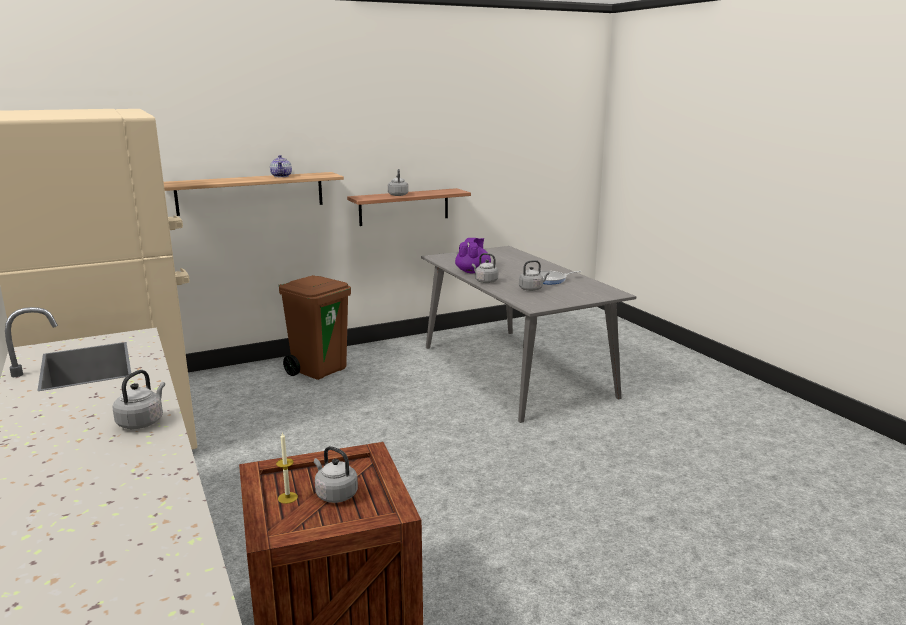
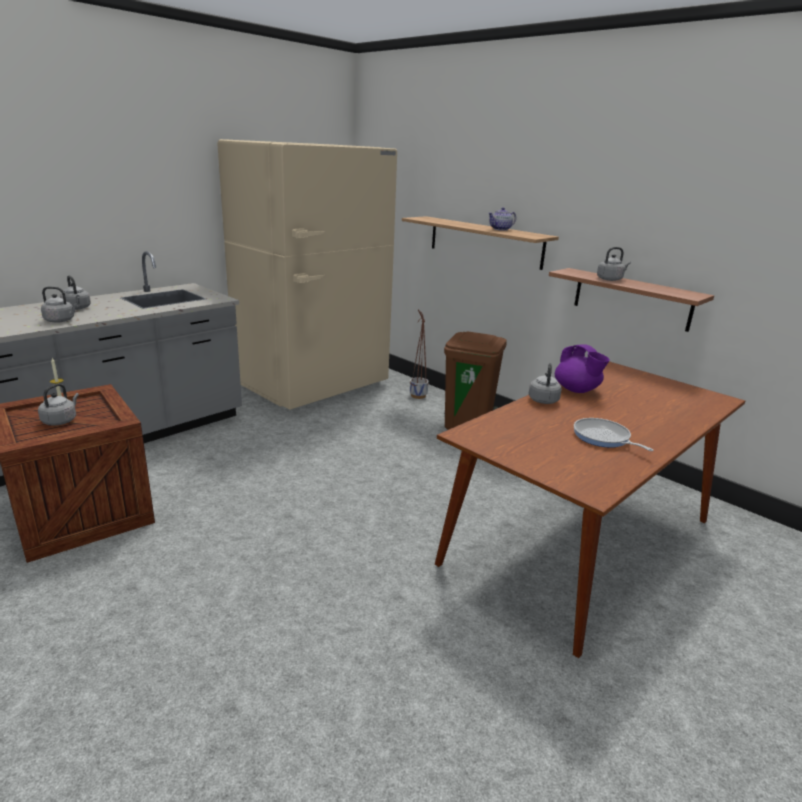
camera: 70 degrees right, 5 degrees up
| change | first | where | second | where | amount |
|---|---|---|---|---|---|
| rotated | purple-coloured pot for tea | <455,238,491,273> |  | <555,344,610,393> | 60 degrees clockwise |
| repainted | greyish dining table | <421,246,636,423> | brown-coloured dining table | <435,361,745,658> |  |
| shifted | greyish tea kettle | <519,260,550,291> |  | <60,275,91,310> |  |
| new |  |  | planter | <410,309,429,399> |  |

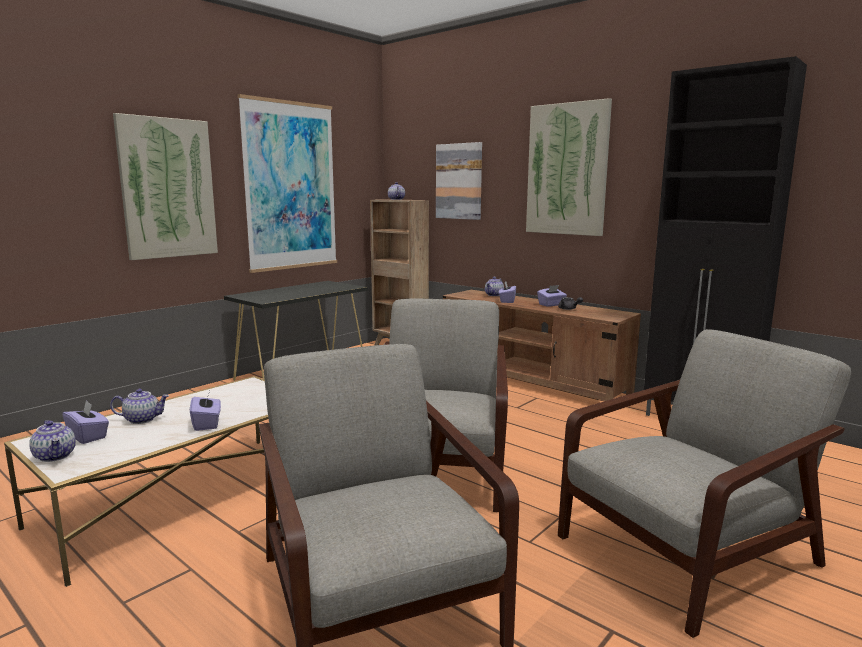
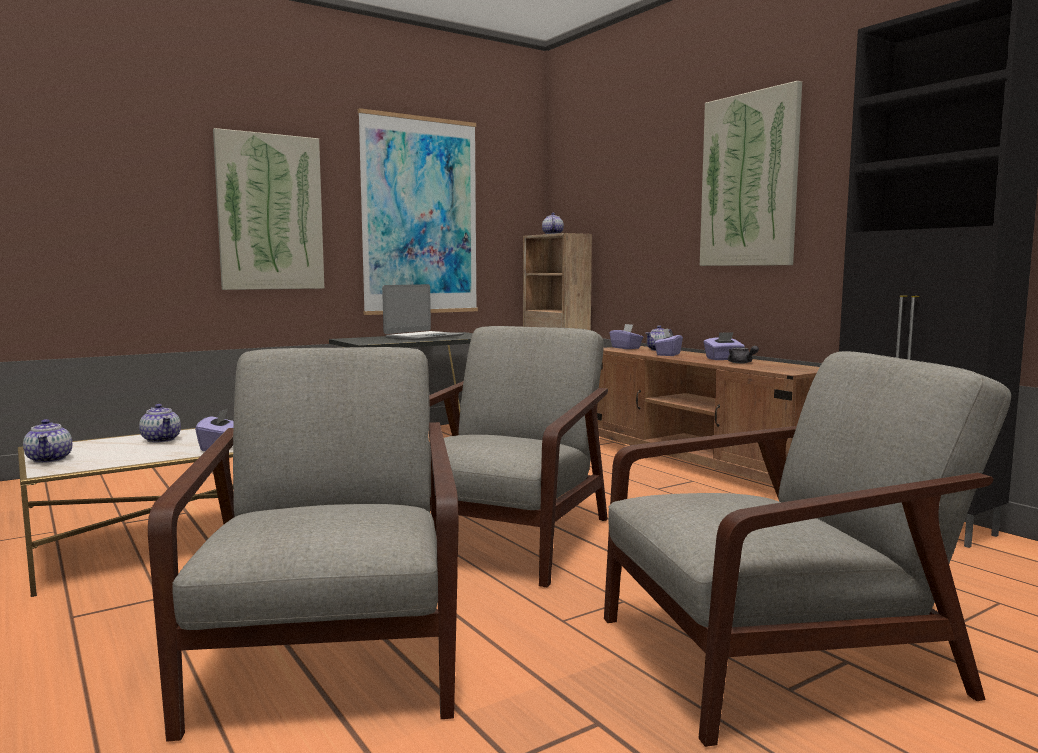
camera: 15 degrees right, 5 degrees down
| change | first | where | second | where | amount |
|---|---|---|---|---|---|
| gone | wall picture | <436,142,482,220> |  |  |  |
| rotated | pot for tea | <110,389,169,424> |  | <139,404,181,443> | 45 degrees clockwise |
| shifted | purple-coloured box of tissues | <62,401,109,444> |  | <610,324,643,349> |  |
| new |  |  | portable computer | <382,284,464,340> |  |

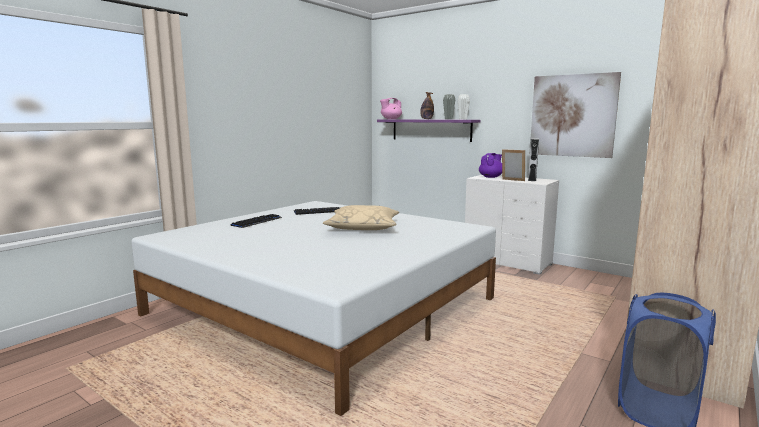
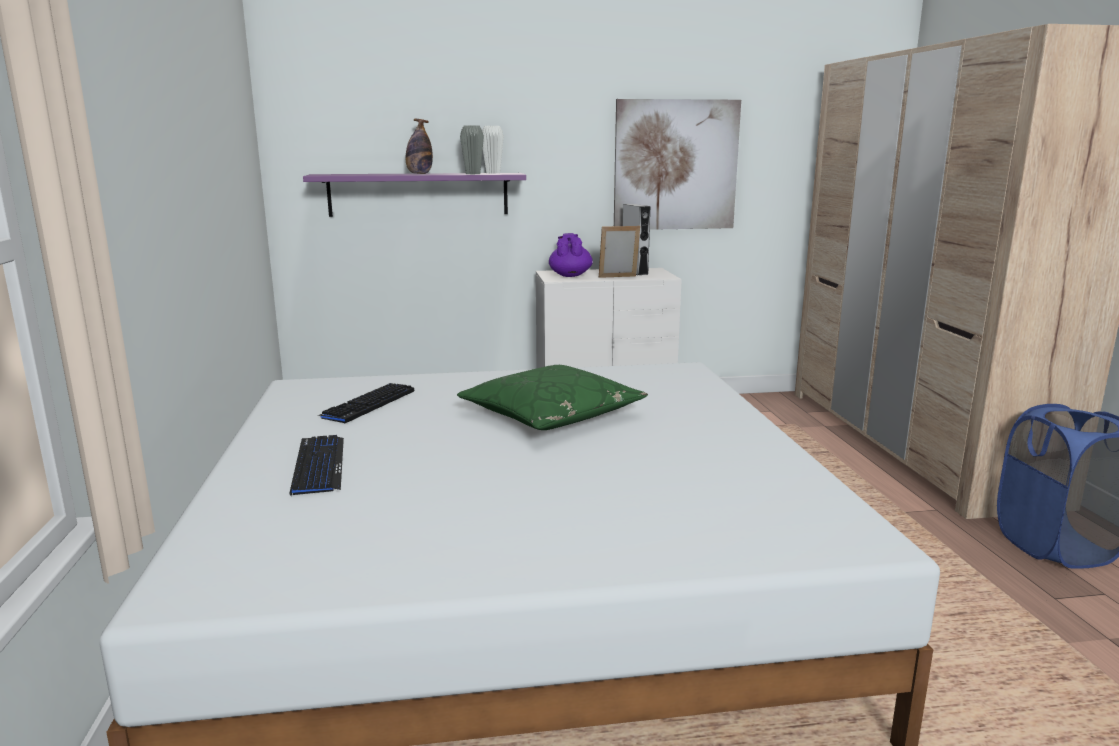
camera: 45 degrees left, 5 degrees up
| change | first | where | second | where | amount |
|---|---|---|---|---|---|
| gone | pink-coloured pot for tea | <380,98,402,119> |  |  |  |
| repainted | beige-coloured pillow | <323,205,399,230> | greenish pillow | <457,365,648,430> |  |

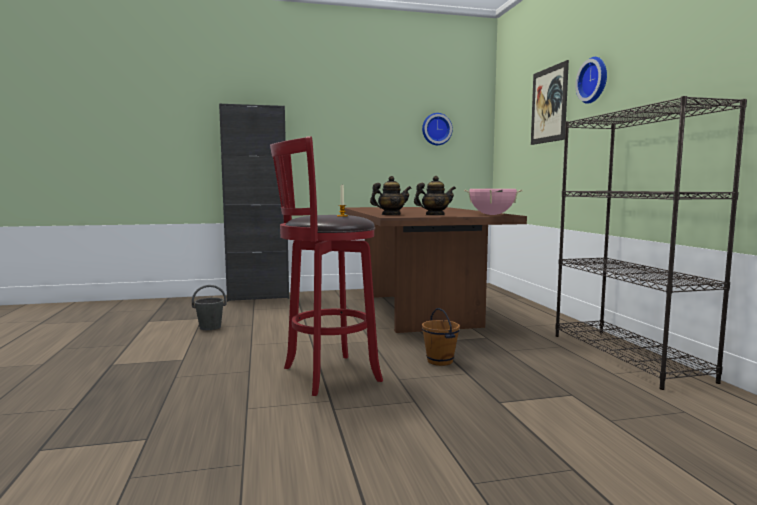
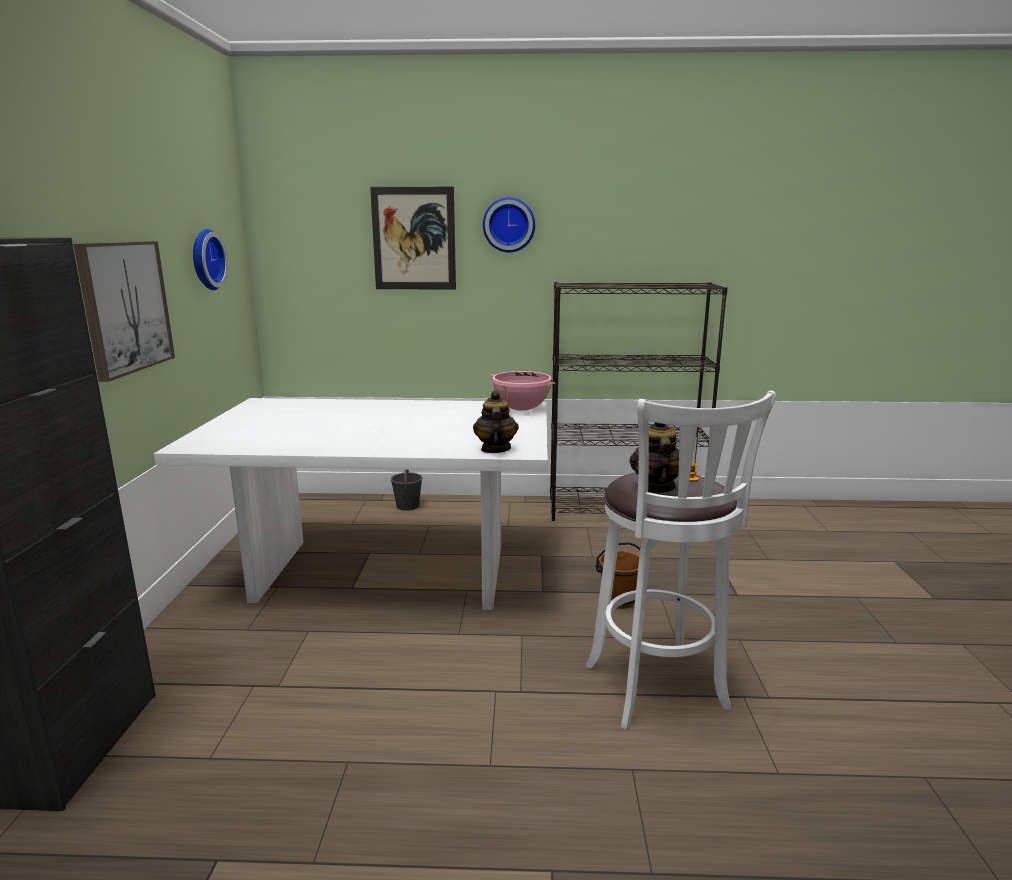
camera: 75 degrees left, 10 degrees up
| change | first | where | second | where | amount |
|---|---|---|---|---|---|
| repainted | reddish sitting stool | <270,136,383,396> | white sitting stool | <586,390,776,730> |  |
| shifted | pot for tea | <414,176,456,215> |  | <630,422,679,493> |  |
| repainted | brown-coloured dining table | <345,207,527,333> | white dining table | <154,398,548,610> |  |
| shifted | greyish water bucket | <192,285,227,330> |  | <391,469,422,511> |  |
| new |  |  | wall picture | <73,241,175,382> |  |

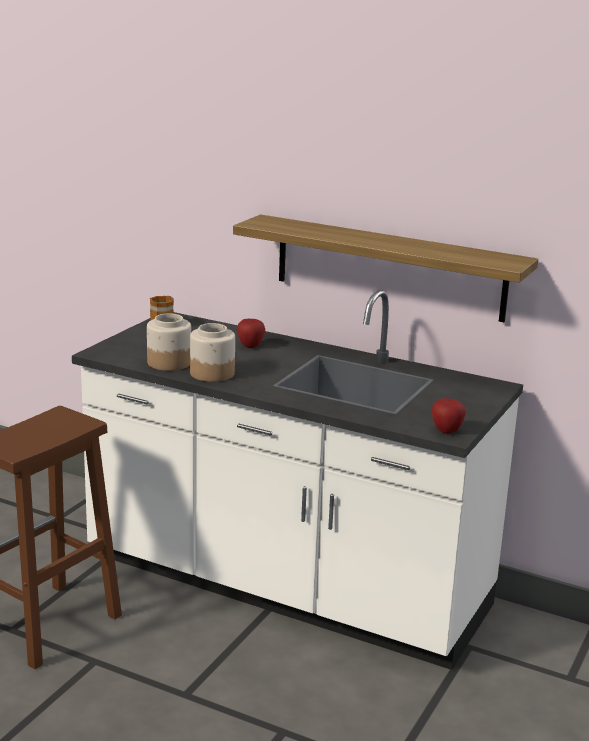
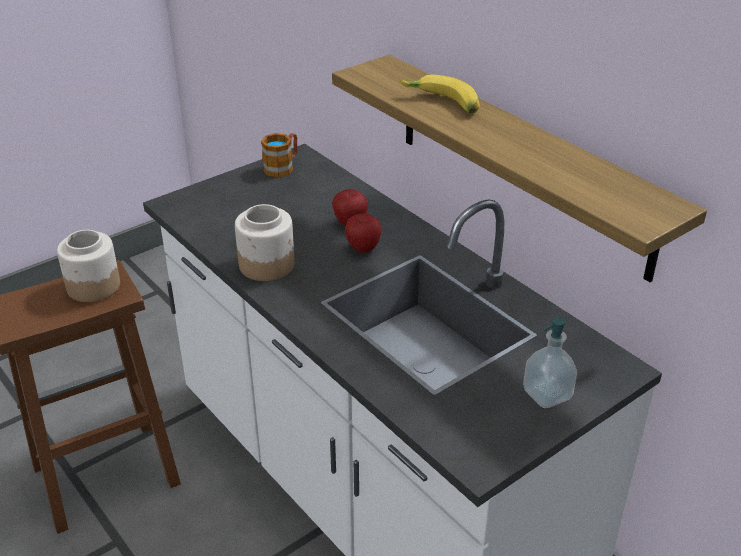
camera: 25 degrees right, 15 degrees up
| change | first | where | second | where | amount |
|---|---|---|---|---|---|
| shifted | storage jar | <147,313,191,371> |  | <57,230,120,302> |  |
| shifted | apple fruit | <431,398,466,434> |  | <345,213,382,253> |  |
| new |  |  | banana fruit | <400,75,480,113> |  |
| new |  |  | soap dispenser | <523,317,577,408> |  |

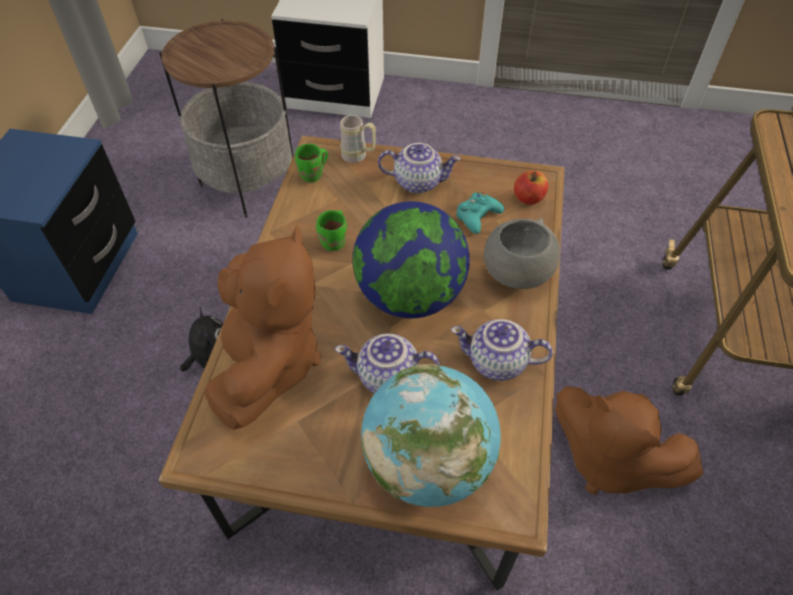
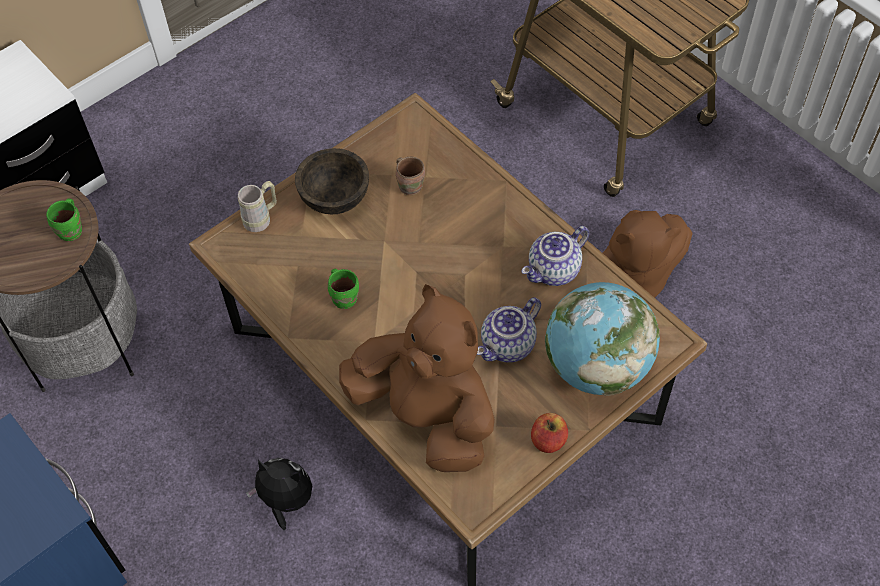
camera: 50 degrees left, 5 degrees up
| change | first | where | second | where | amount |
|---|---|---|---|---|---|
| swapped | pot for tea | <378,143,461,194> | brown-coloured serving bowl | <295,148,369,214> |  |
| shifted | greenish mug | <295,144,328,182> |  | <46,198,82,241> |  |
| shifted | apple fruit | <514,171,548,205> |  | <531,413,568,453> |  |
| swapped | turquoise gamepad | <456,192,504,234> | brown-coloured mug | <396,157,425,195> |  |
| gone | globe | <353,201,470,319> |  |  |  |
| gone | greyish serving bowl | <484,218,560,289> |  |  |  |

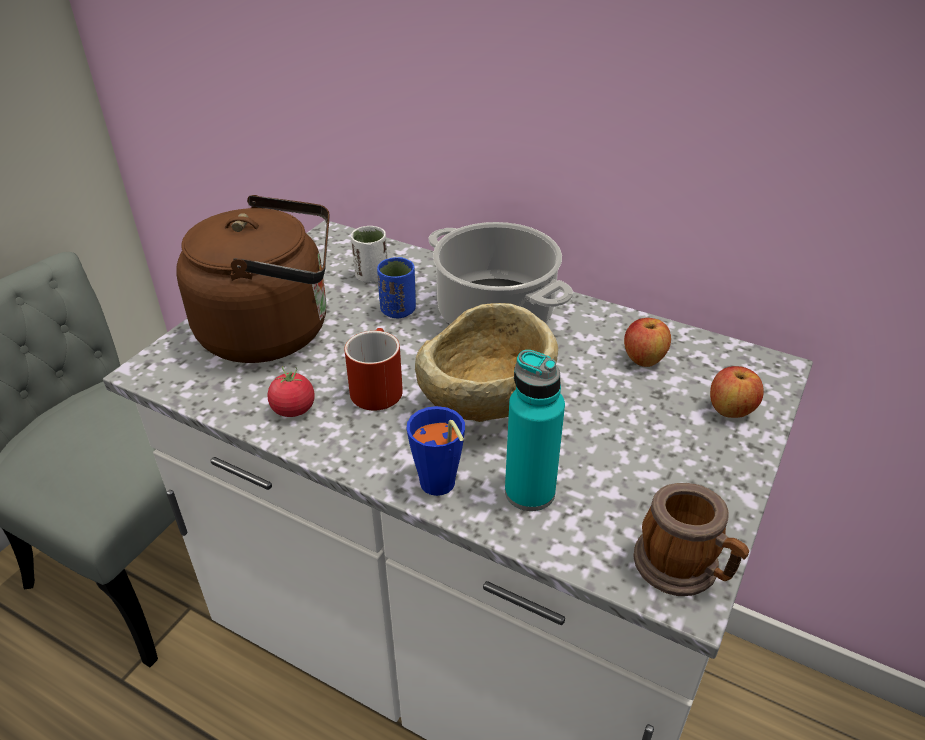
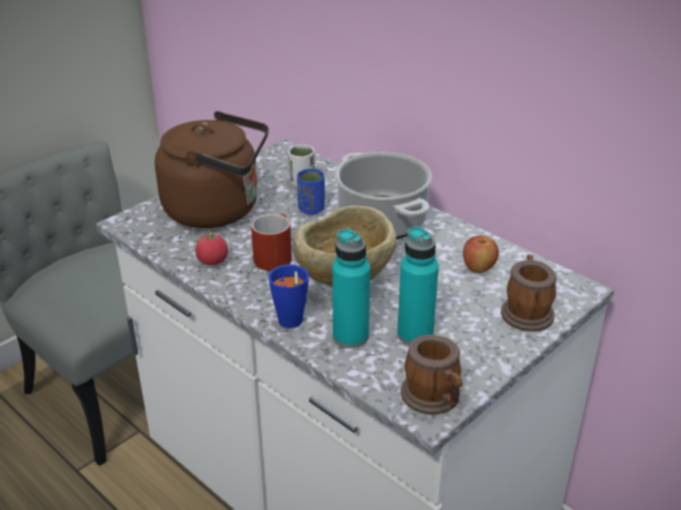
camera: 15 degrees right, 5 degrees down
| change | first | where | second | where | amount |
|---|---|---|---|---|---|
| swapped | apple fruit | <710,366,764,418> | mug | <501,255,557,332> |  |
| new |  |  | turquoise drink bottle | <397,226,439,345> |  |

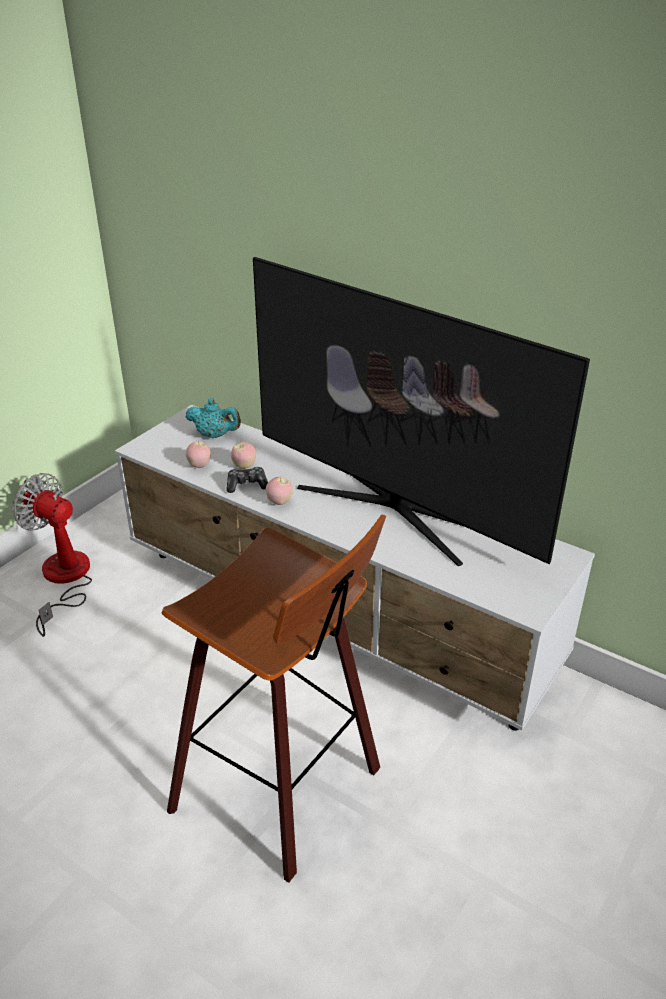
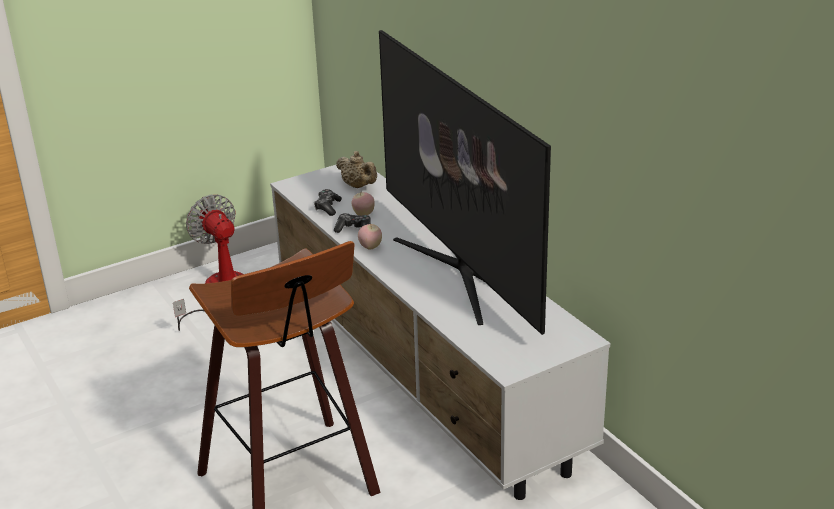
camera: 25 degrees right, 5 degrees down
| change | first | where | second | where | amount |
|---|---|---|---|---|---|
| repainted | turquoise pot for tea | <186,398,241,438> | beige-coloured pot for tea | <336,151,377,188> |  |
| swapped | apple fruit | <186,441,211,468> | gamepad | <314,189,342,216> |  |

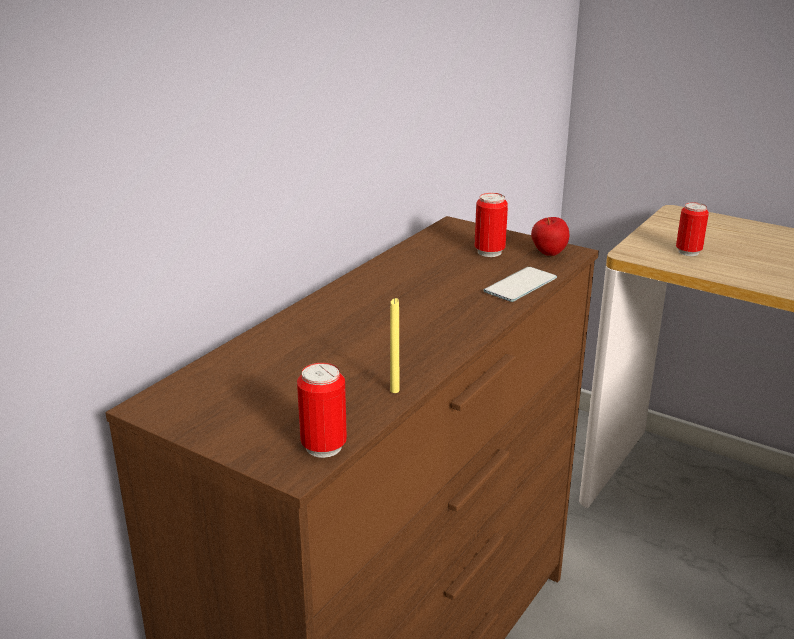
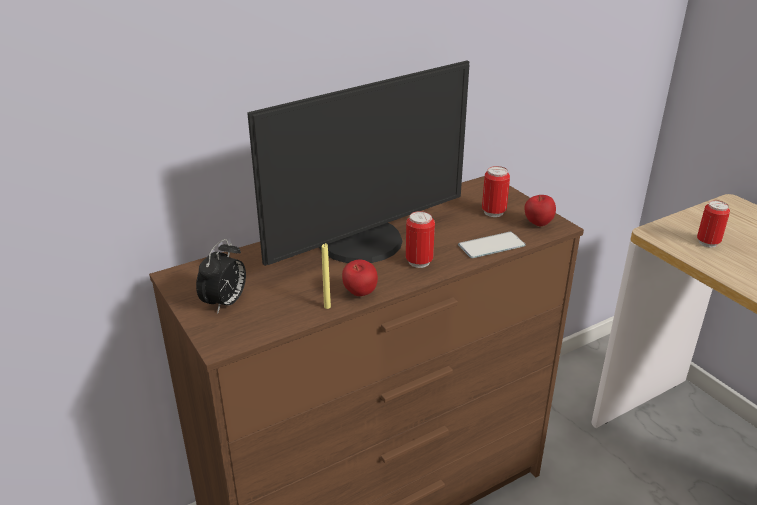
camera: 25 degrees right, 5 degrees up
| change | first | where | second | where | amount |
|---|---|---|---|---|---|
| shifted | metal can | <297,363,347,458> |  | <406,211,435,268> |  |
| new |  |  | computer screen | <247,61,469,266> |  |
| new |  |  | alarm clock | <196,239,246,314> |  |
| new |  |  | apple fruit | <342,260,378,296> |  |

